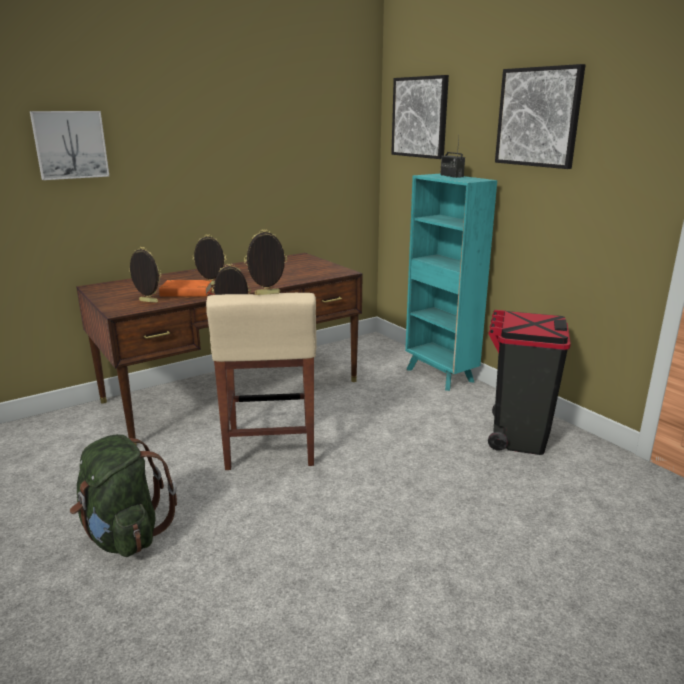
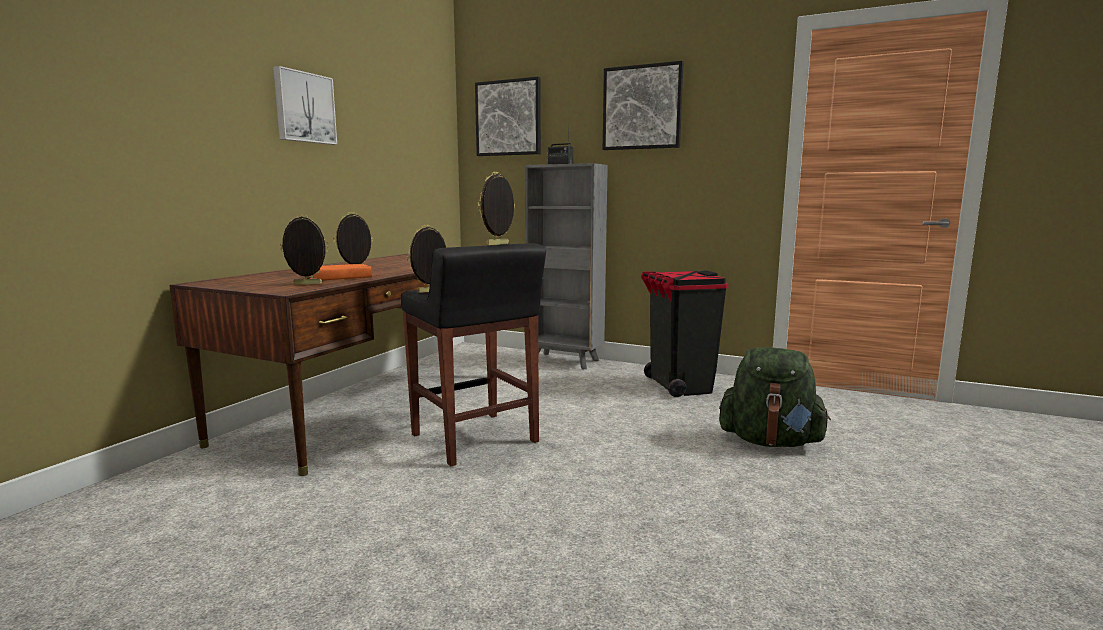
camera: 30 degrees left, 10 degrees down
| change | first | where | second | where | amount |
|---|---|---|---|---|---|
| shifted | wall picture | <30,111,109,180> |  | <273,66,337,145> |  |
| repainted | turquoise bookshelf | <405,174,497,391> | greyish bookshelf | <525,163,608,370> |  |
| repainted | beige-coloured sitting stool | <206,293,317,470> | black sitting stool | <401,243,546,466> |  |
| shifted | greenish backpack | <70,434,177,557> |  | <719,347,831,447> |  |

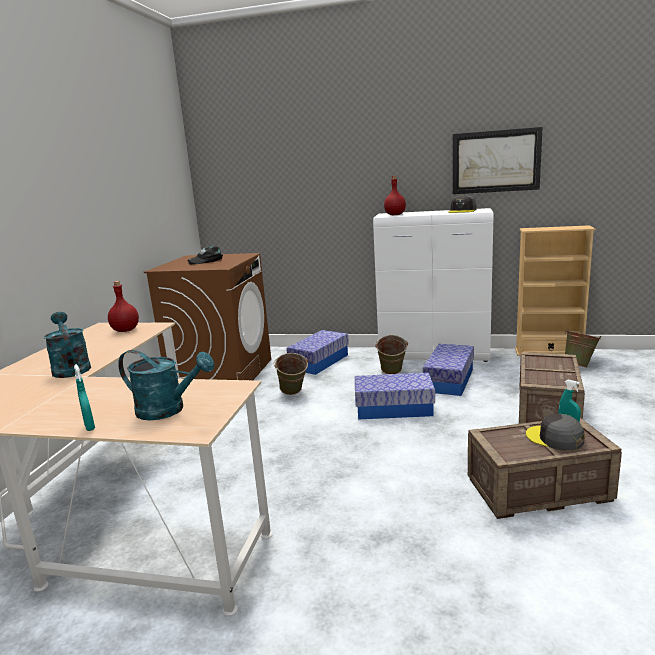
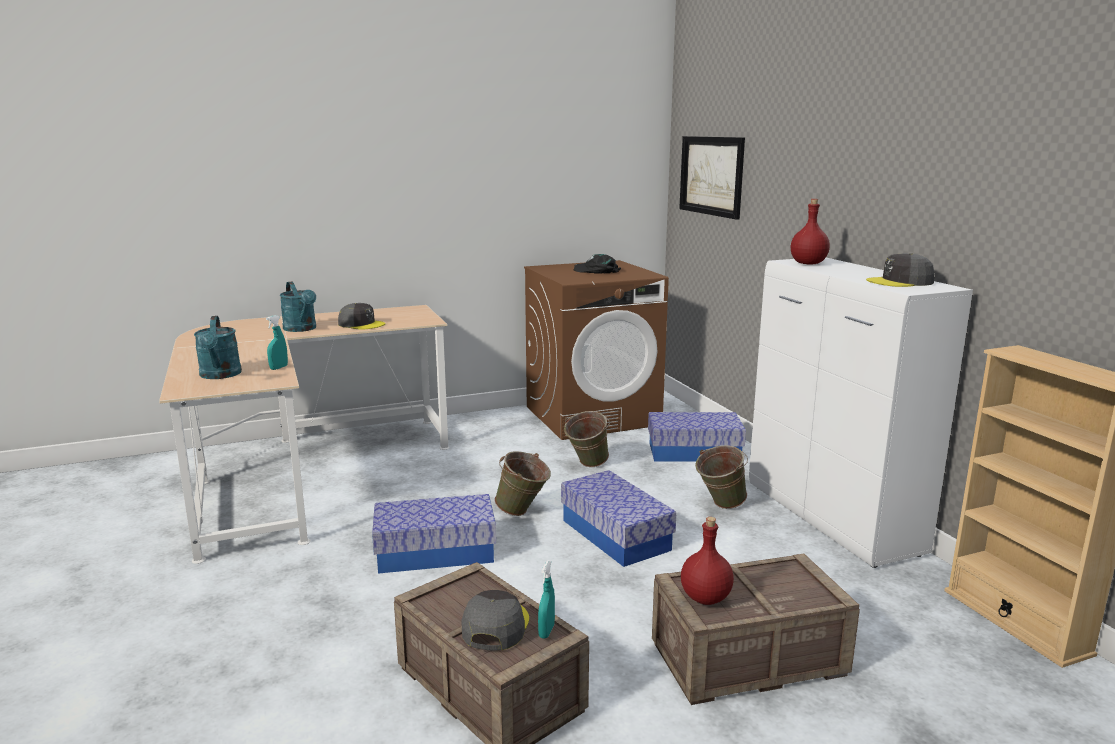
camera: 55 degrees right, 0 degrees up
| change | first | where | second | where | amount |
|---|---|---|---|---|---|
| shifted | wall picture | <453,127,543,194> |  | <679,136,745,219> |  |
| shifted | reddish drink bottle | <108,281,139,332> |  | <681,517,734,605> |  |
| rotated | turquoise watering can | <44,312,91,378> |  | <279,282,316,332> | 120 degrees clockwise |
| shifted | greenish water bucket | <565,329,601,368> |  | <495,451,551,516> |  |
| shifted | storage bin | <423,344,474,396> |  | <372,494,496,574> |  |
| shifted | turquoise spray bottle | <74,364,95,431> |  | <266,315,288,370> |  |
| new |  |  | greyish baseball cap | <338,303,385,330> |  |

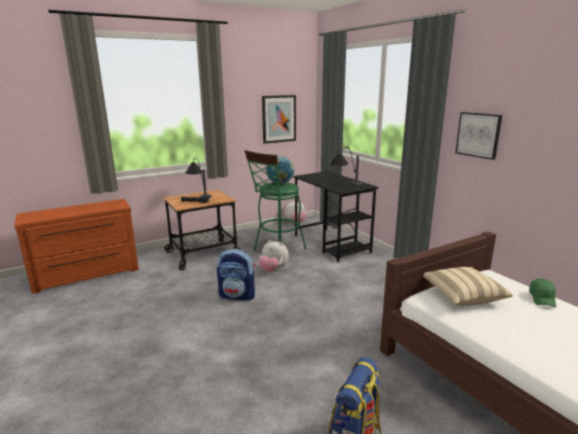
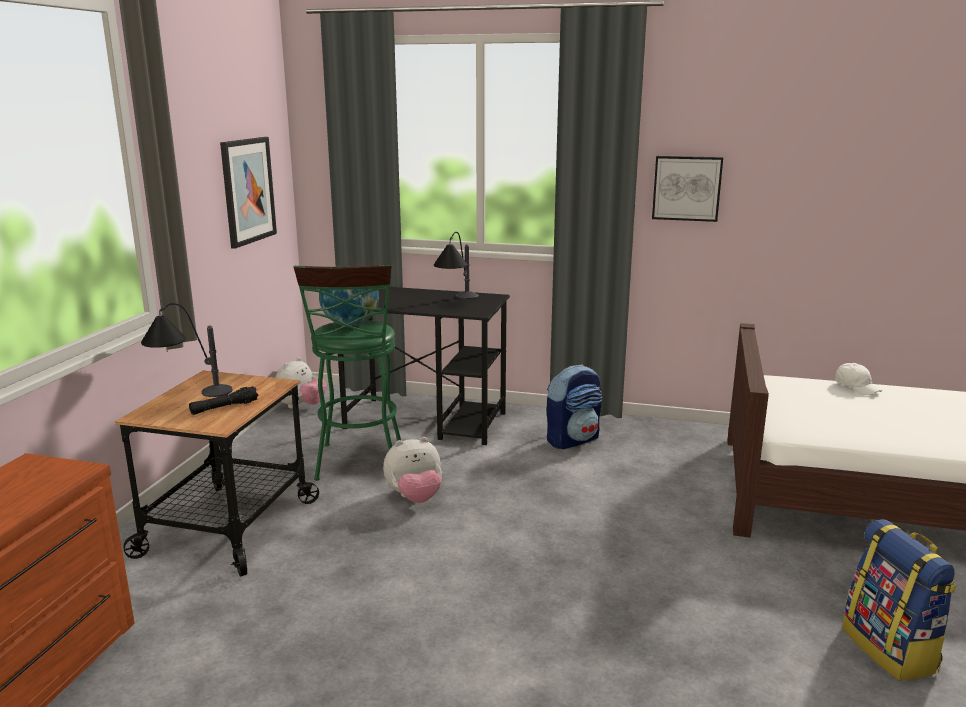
camera: 45 degrees left, 0 degrees up
| change | first | where | second | where | amount |
|---|---|---|---|---|---|
| shifted | backpack | <217,249,255,301> |  | <547,365,602,449> |  |
| gone | beige-coloured pillow | <423,267,513,306> |  |  |  |
| repainted | greenish baseball cap | <529,278,556,307> | white baseball cap | <835,363,882,395> |  |

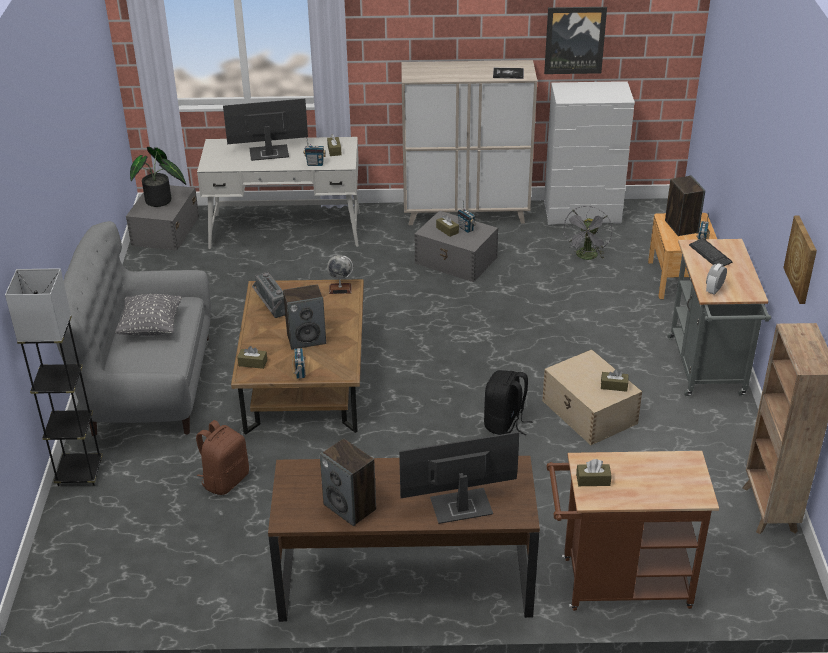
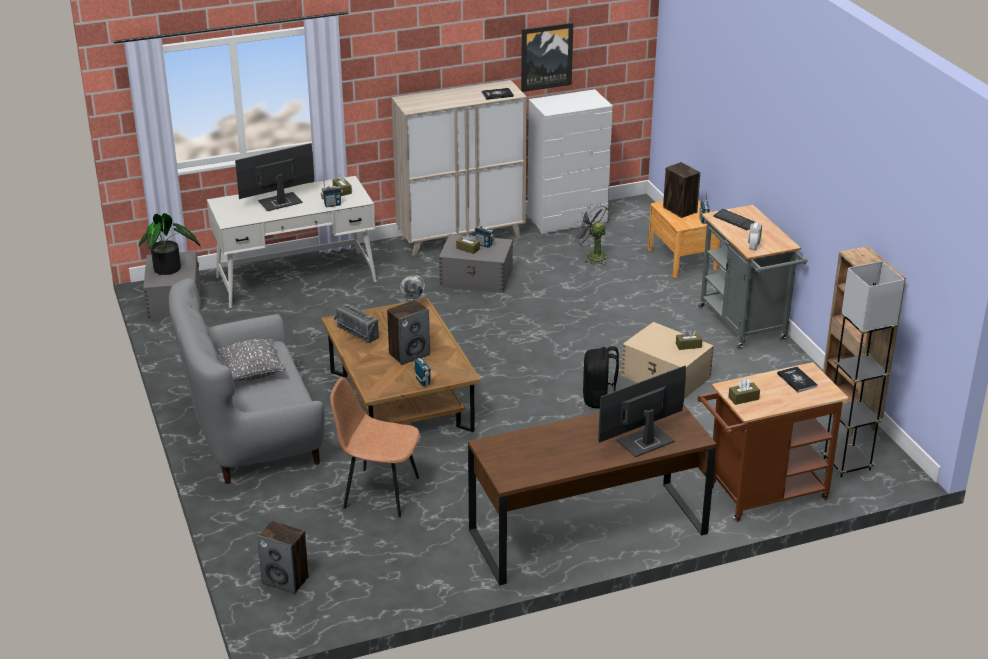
camera: 20 degrees left, 5 degrees down
| change | first | where | second | where | amount |
|---|---|---|---|---|---|
| rotated | greyish cooling fan | <564,206,612,260> |  | <572,203,609,265> | 135 degrees clockwise |
| gone | wall picture | <783,216,817,304> |  |  |  |
| shifted | greyish standard lamp | <5,268,103,486> |  | <822,261,905,477> |  |
| gone | brown-coloured box of tissues | <237,346,267,369> |  |  |  |
| swapped | brown-coloured backpack | <196,420,249,495> | brown-coloured chair | <330,377,420,517> |  |
| shifted | loudspeaker | <320,438,376,526> |  | <257,521,309,594> |  |
| new |  |  | book | <777,367,818,392> |  |

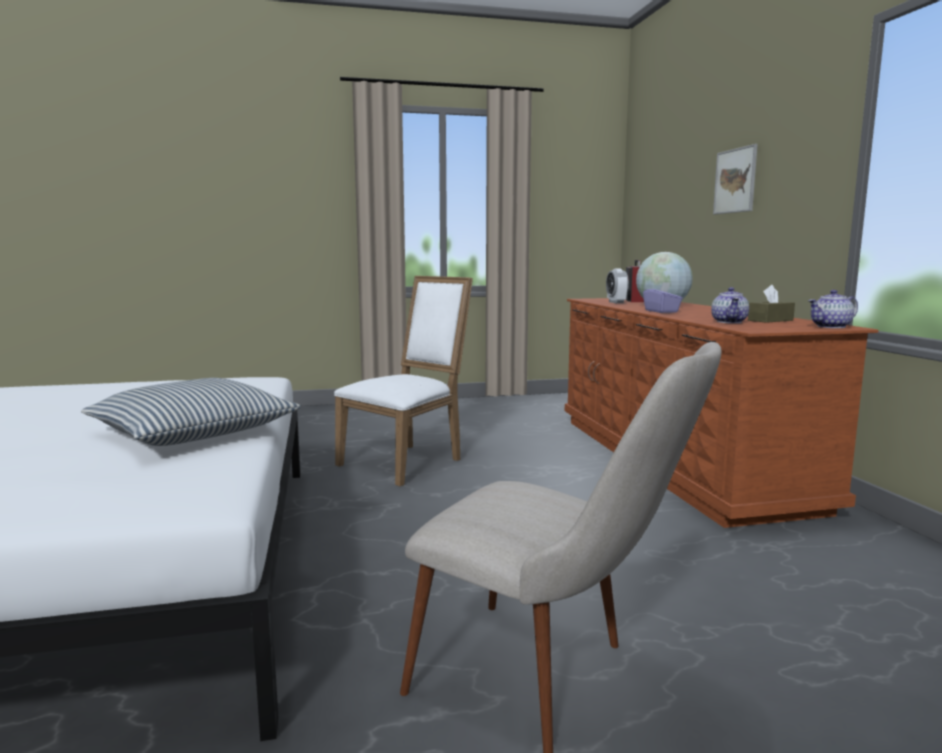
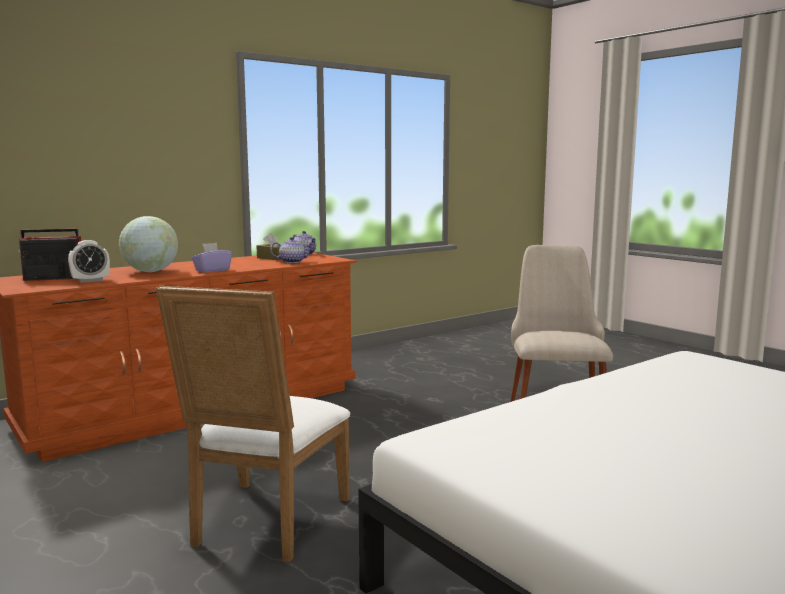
camera: 115 degrees left, 0 degrees up
| change | first | where | second | where | amount |
|---|---|---|---|---|---|
| gone | wall picture | <713,144,758,214> |  |  |  |
| rotated | white chair | <334,276,473,486> |  | <156,286,350,562> | 90 degrees counterclockwise |
| gone | pillow | <81,378,301,446> |  |  |  |

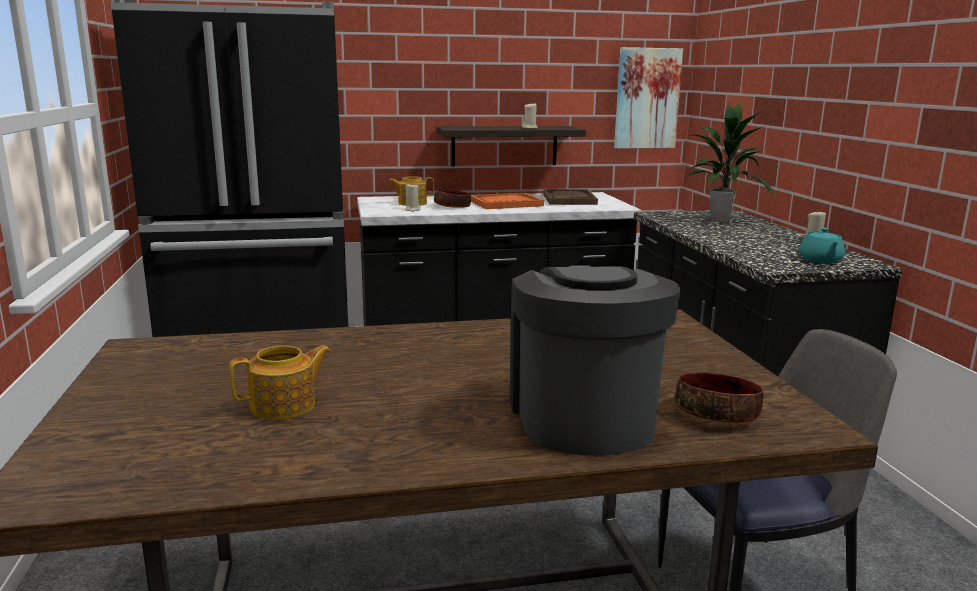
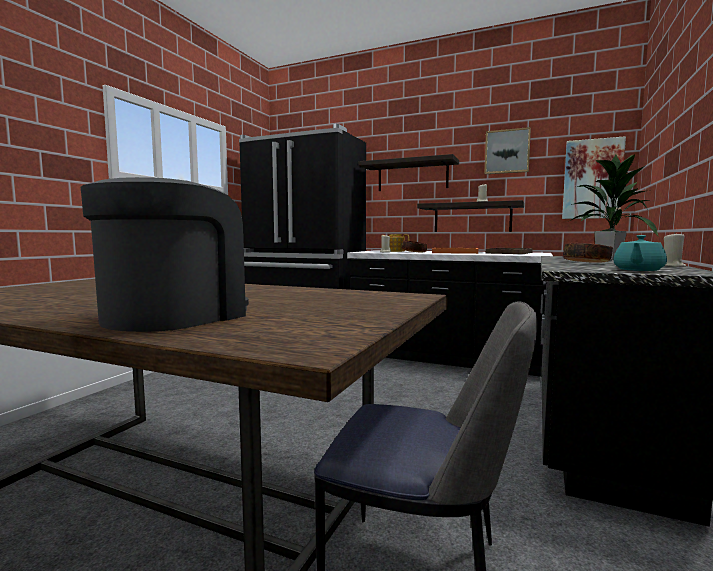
camera: 35 degrees right, 10 degrees down
| change | first | where | second | where | amount |
|---|---|---|---|---|---|
| gone | pot for tea | <229,345,331,420> |  |  |  |
| shifted | serving bowl | <675,372,764,423> |  | <563,243,613,263> |  |
| new |  |  | wall picture | <484,127,531,174> |  |
| new |  |  | bracket shelf | <358,154,459,191> |  |

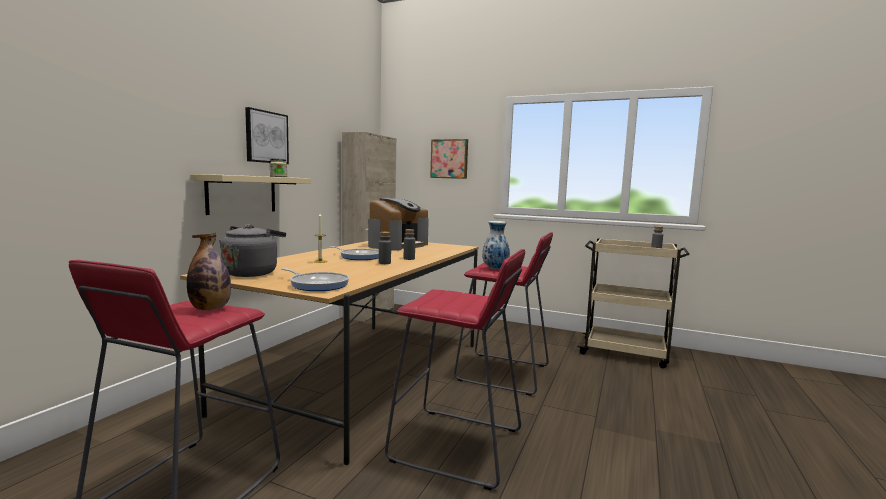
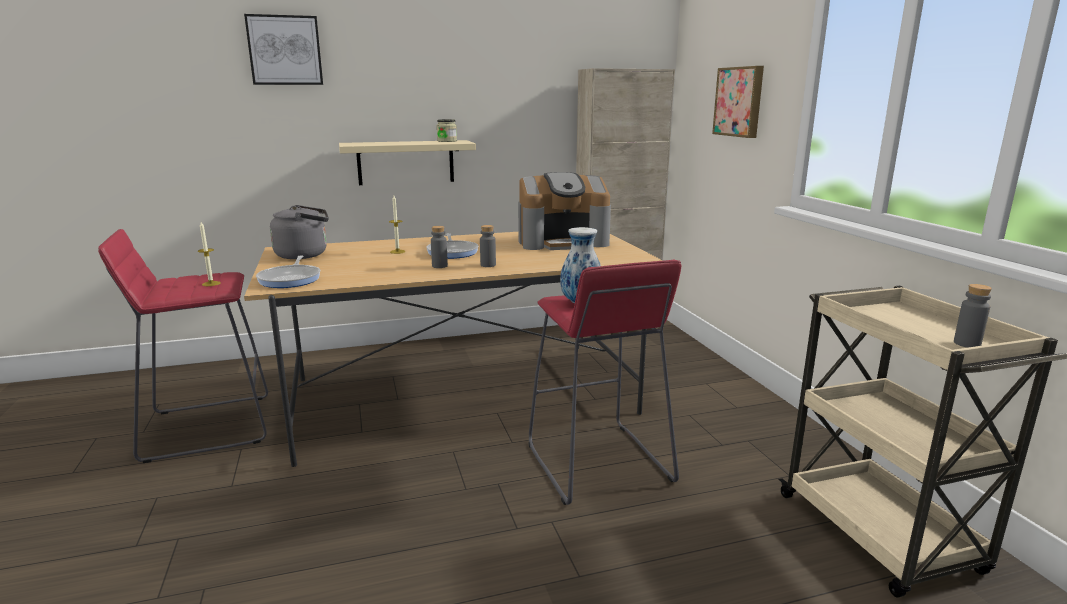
camera: 50 degrees right, 10 degrees up
| change | first | where | second | where | amount |
|---|---|---|---|---|---|
| shifted | wall picture | <245,107,289,164> |  | <244,14,323,85> |  |
| swapped | drink bottle | <187,233,231,311> | wax light | <198,222,221,286> |  |
| gone | reddish sitting stool | <385,249,525,490> |  |  |  |

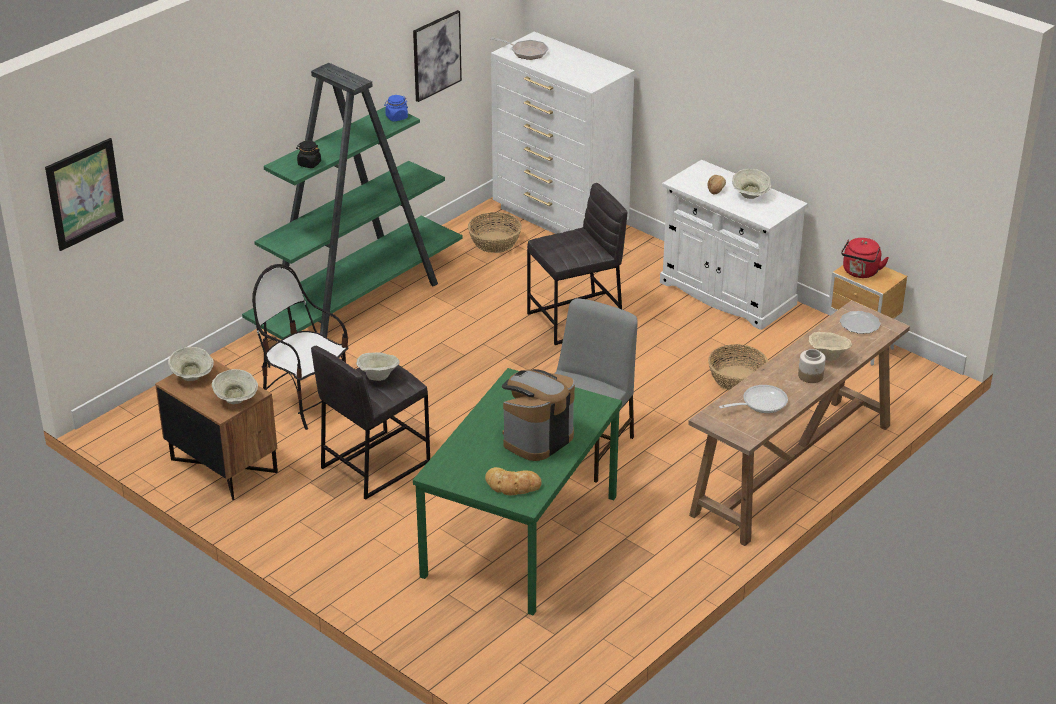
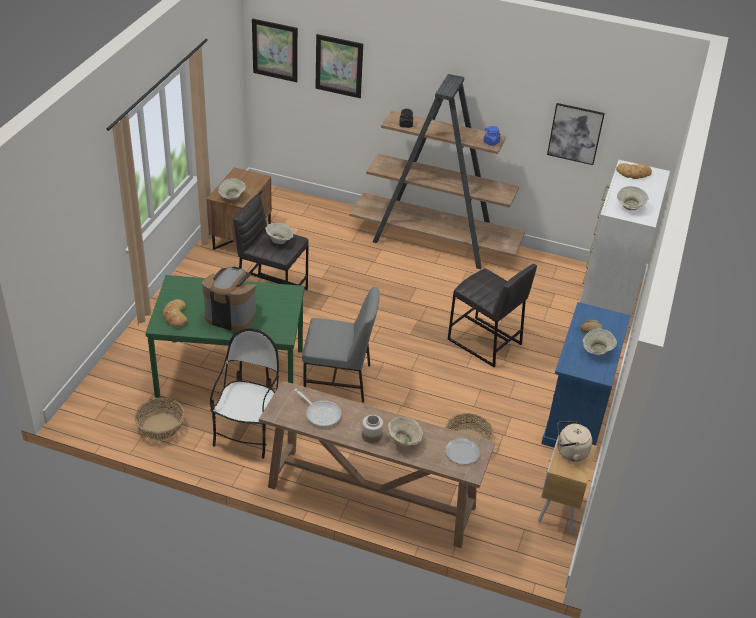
camera: 65 degrees right, 5 degrees up
| change | first | where | second | where | amount |
|---|---|---|---|---|---|
| swapped | frying pan | <491,37,549,60> | bakery bread | <616,163,652,179> |  |
| repainted | greenish bookshelf | <242,63,463,340> | brown-coloured bookshelf | <350,74,525,269> |  |
| repainted | white storage cabinet | <660,160,808,330> | blue-coloured storage cabinet | <541,302,630,448> |  |
| shifted | storage basket | <468,212,522,253> |  | <135,398,184,440> |  |
| repainted | reddish tea kettle | <841,238,889,278> | beige-coloured tea kettle | <557,421,592,462> |  |
| shifted | chair | <252,264,348,430> |  | <210,328,279,459> |  |
| shifted | beige-coloured serving bowl | <168,347,214,381> |  | <617,186,649,210> |  |
| new |  |  | wall picture | <316,34,363,98> |  |

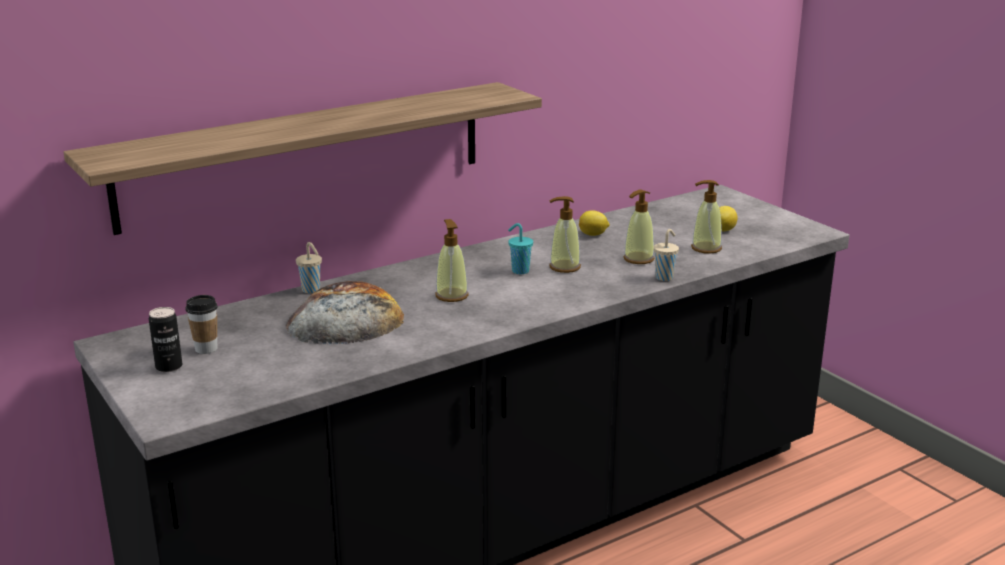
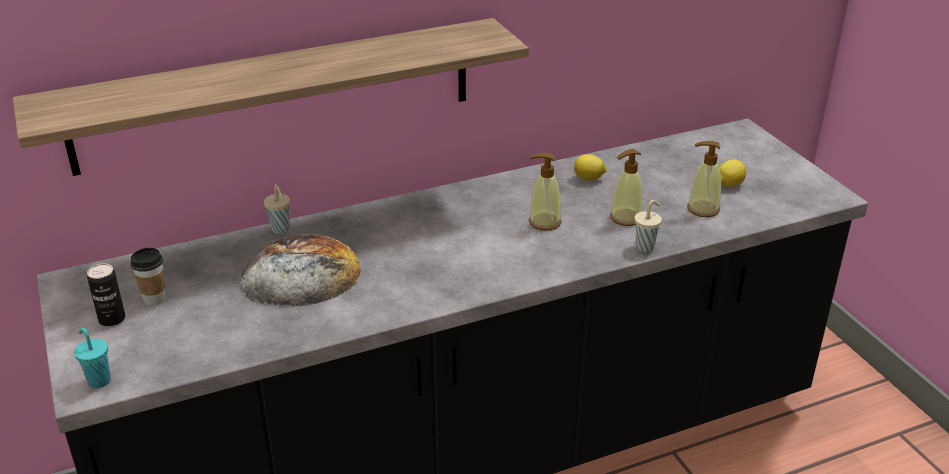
camera: 10 degrees right, 10 degrees up
| change | first | where | second | where | amount |
|---|---|---|---|---|---|
| gone | soap dispenser | <435,219,469,302> |  |  |  |
| shifted | turquoise small cup | <508,223,533,274> |  | <74,328,111,388> |  |

